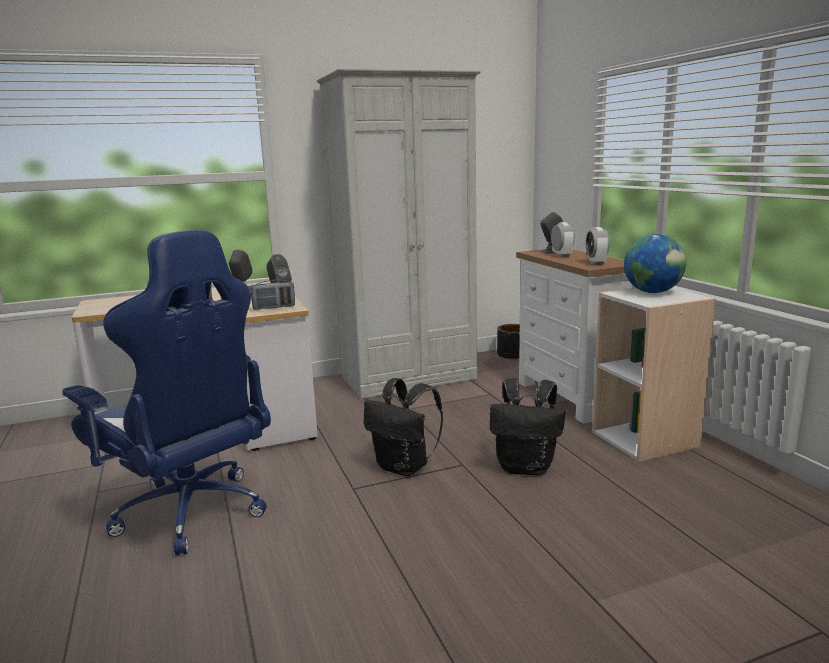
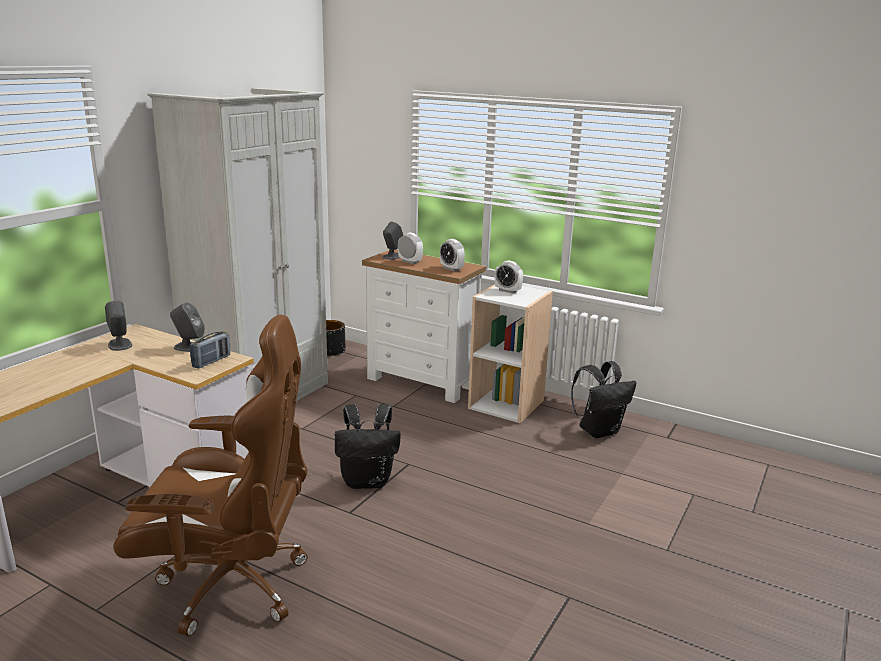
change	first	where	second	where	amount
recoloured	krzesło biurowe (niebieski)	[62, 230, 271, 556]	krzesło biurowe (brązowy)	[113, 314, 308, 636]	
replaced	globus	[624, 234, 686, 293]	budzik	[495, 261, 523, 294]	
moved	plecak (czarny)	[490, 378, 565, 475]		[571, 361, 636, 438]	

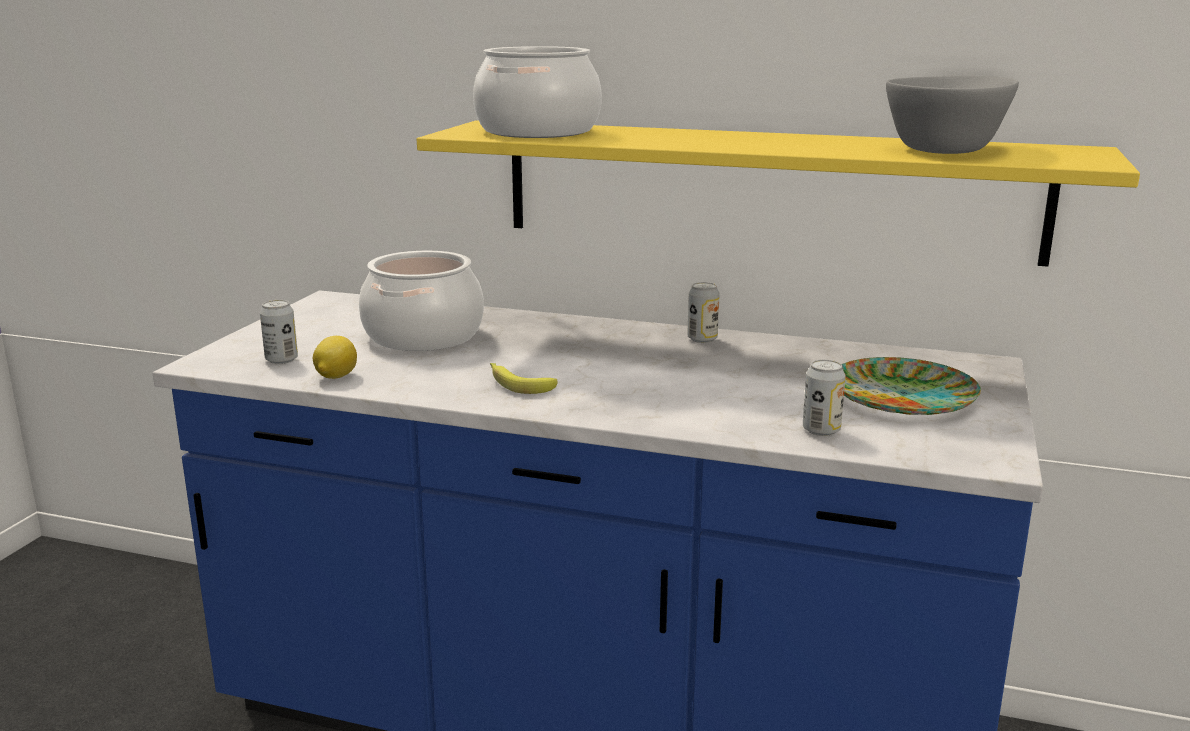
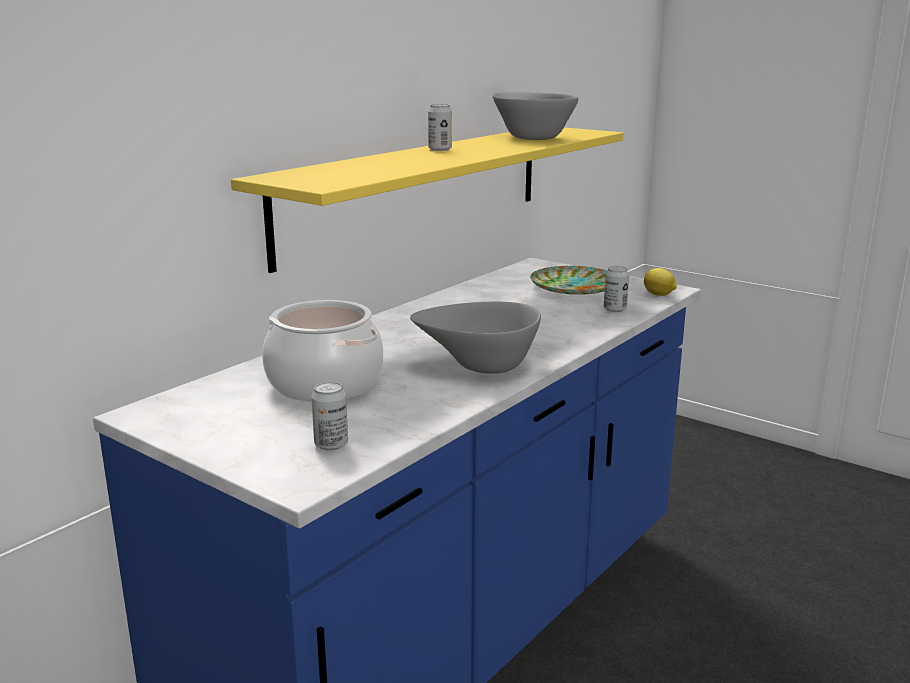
change	first	where	second	where	amount
replaced	banan	[490, 363, 558, 394]	miska (szary)	[410, 302, 541, 374]	
moved	puszka	[688, 282, 720, 343]		[428, 104, 452, 151]	
moved	cytryna	[313, 336, 357, 379]		[644, 268, 677, 296]	
removed	garnek	[473, 46, 602, 138]			

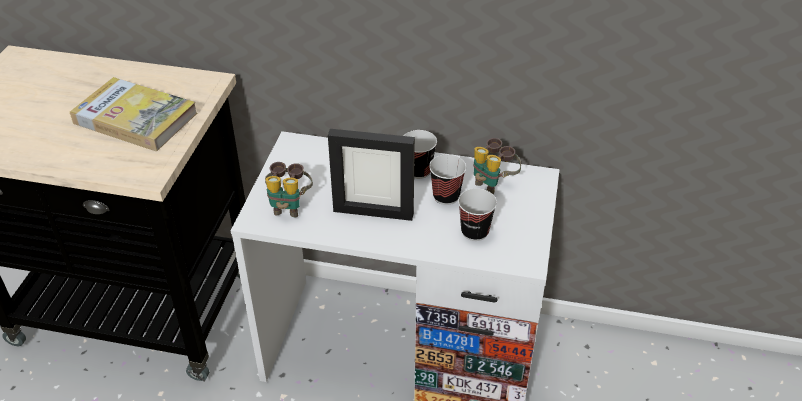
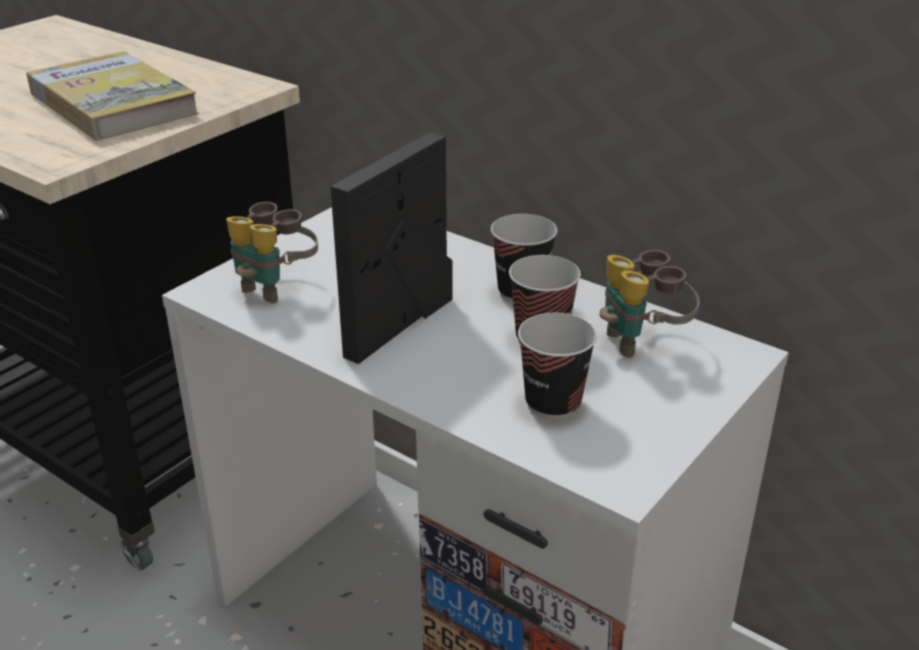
change	first	where	second	where	amount
turned	ramka na zdjęcie	[328, 129, 415, 221]		[331, 132, 453, 364]	90 degrees clockwise

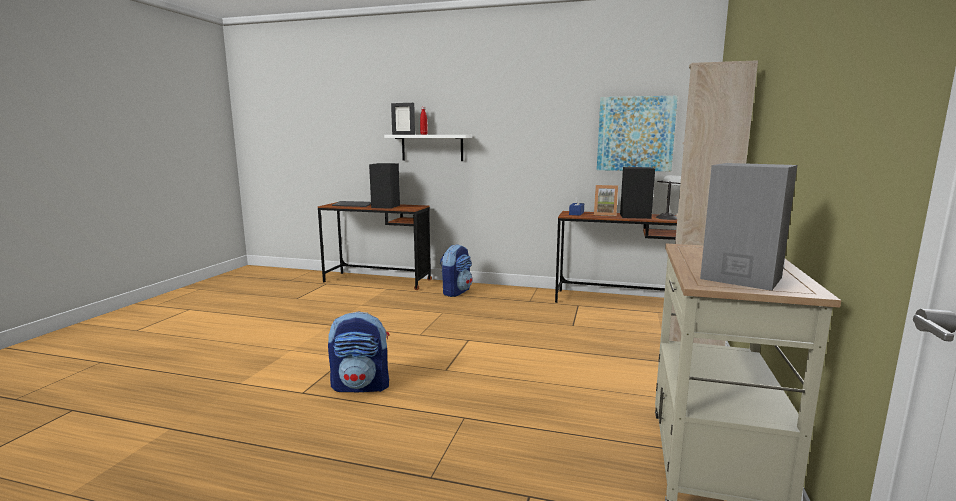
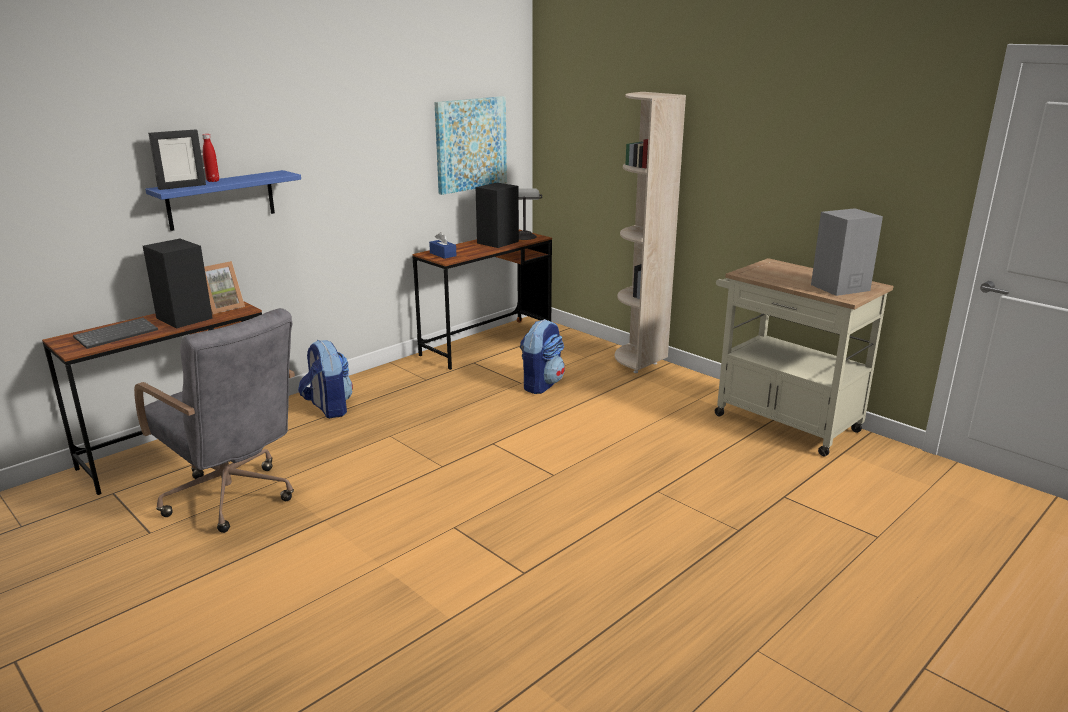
change	first	where	second	where	amount
added			krzesło biurowe (szary)	[134, 308, 295, 533]	
recoloured	półka (biały)	[384, 135, 472, 161]	półka (niebieski)	[145, 170, 301, 231]	
moved	ramka na zdjęcie	[594, 185, 618, 216]		[204, 261, 245, 314]	
moved	plecak	[328, 312, 389, 392]		[520, 319, 565, 394]	

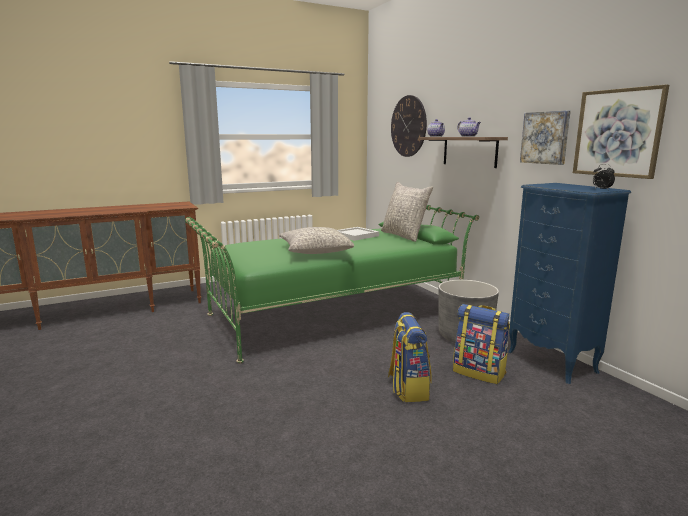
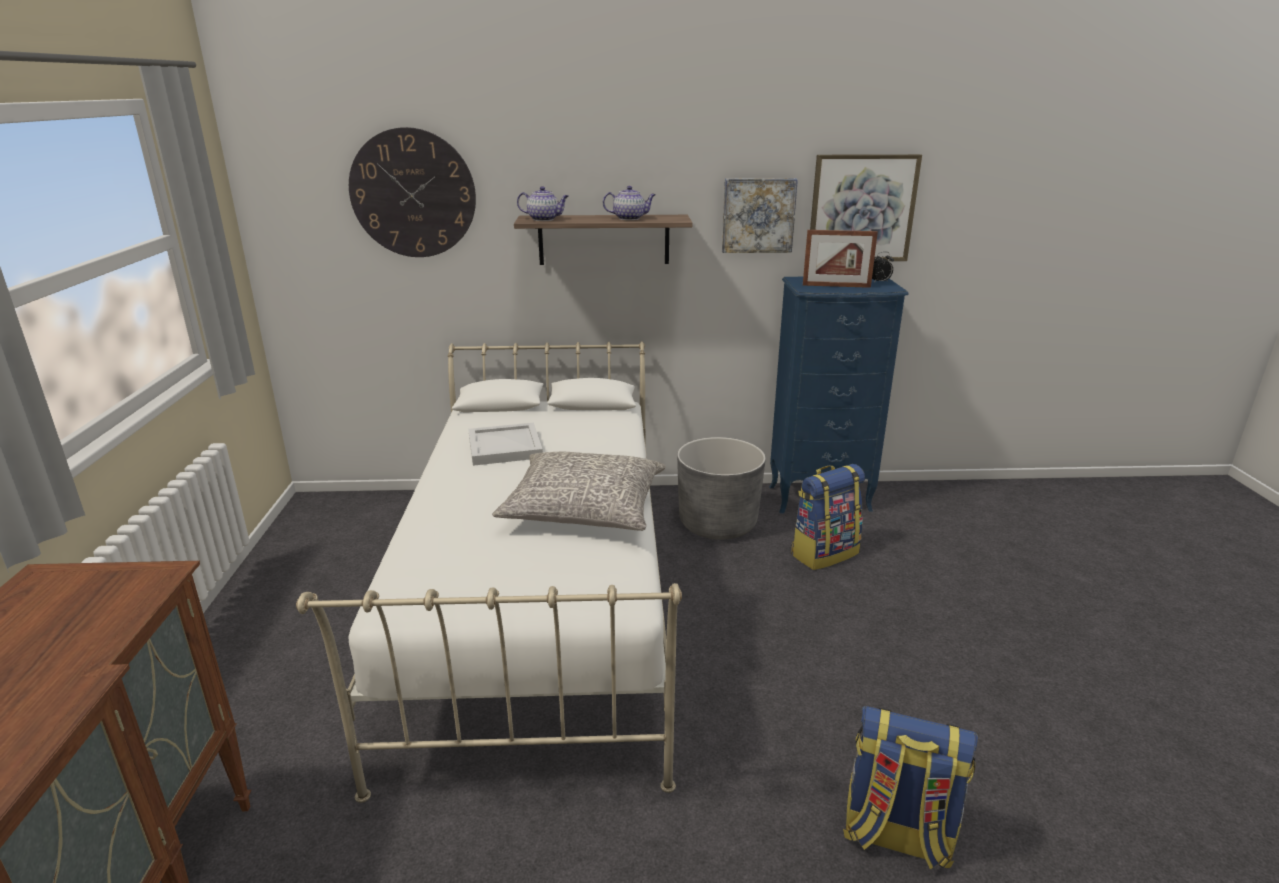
change	first	where	second	where	amount
recoloured	łóżko (zielony)	[185, 205, 479, 363]	łóżko (biały)	[296, 341, 682, 803]	
added			ramka na zdjęcie	[803, 230, 878, 288]	
moved	plecak	[388, 312, 432, 402]		[843, 706, 978, 869]	
removed	poduszka (szary)	[381, 182, 433, 242]			

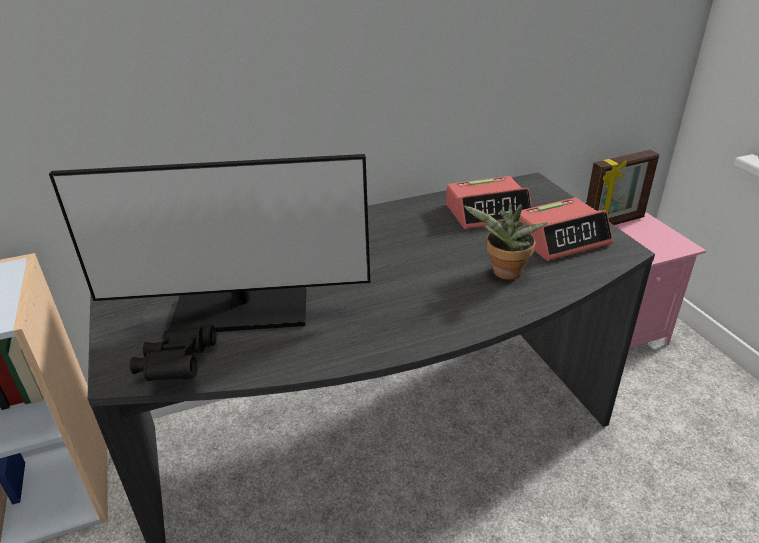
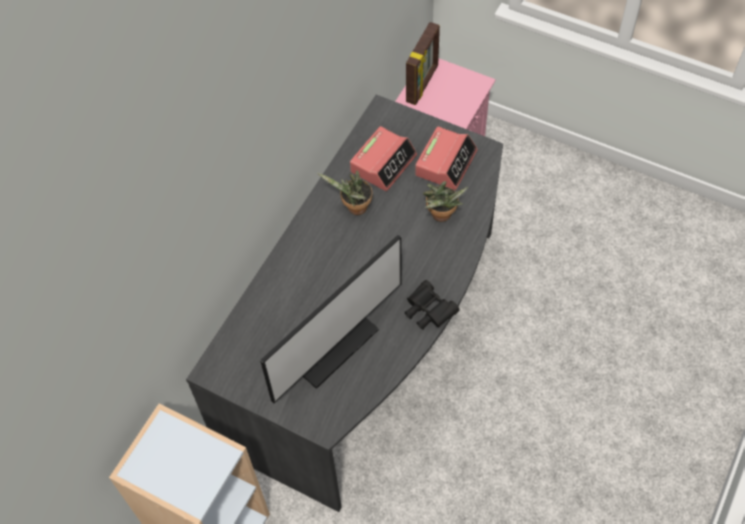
change	first	where	second	where	amount
added			roślina doniczkowa	[317, 170, 372, 215]	
moved	lornetka (czarny)	[130, 324, 217, 381]		[405, 280, 460, 330]	

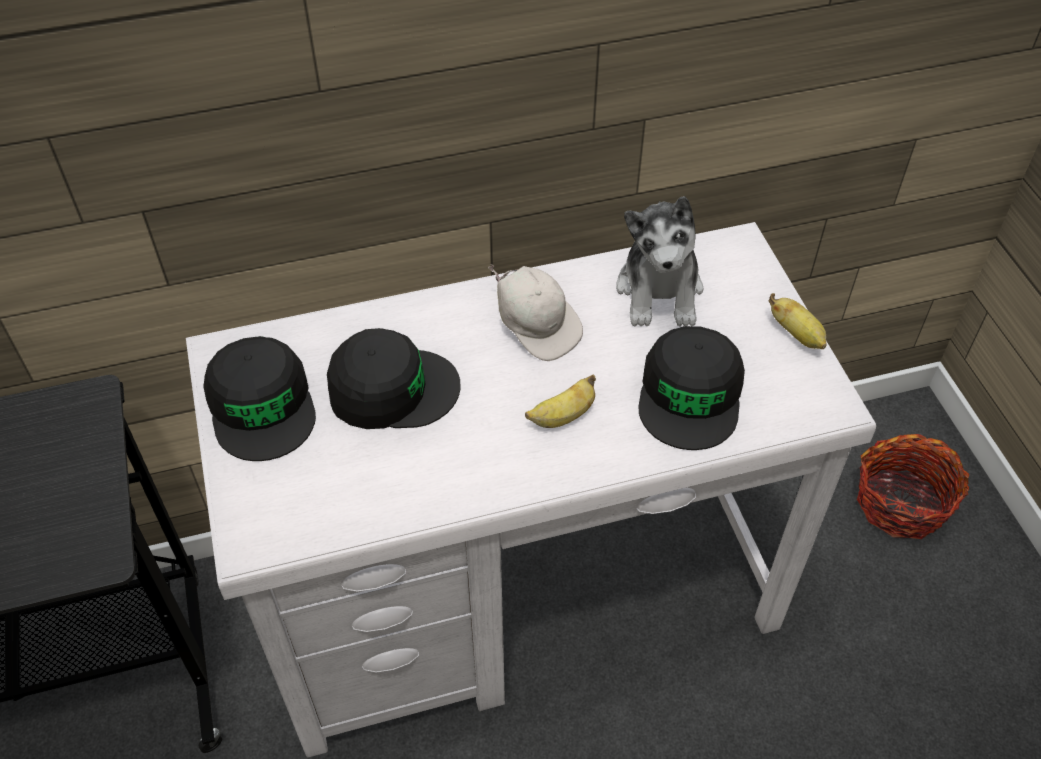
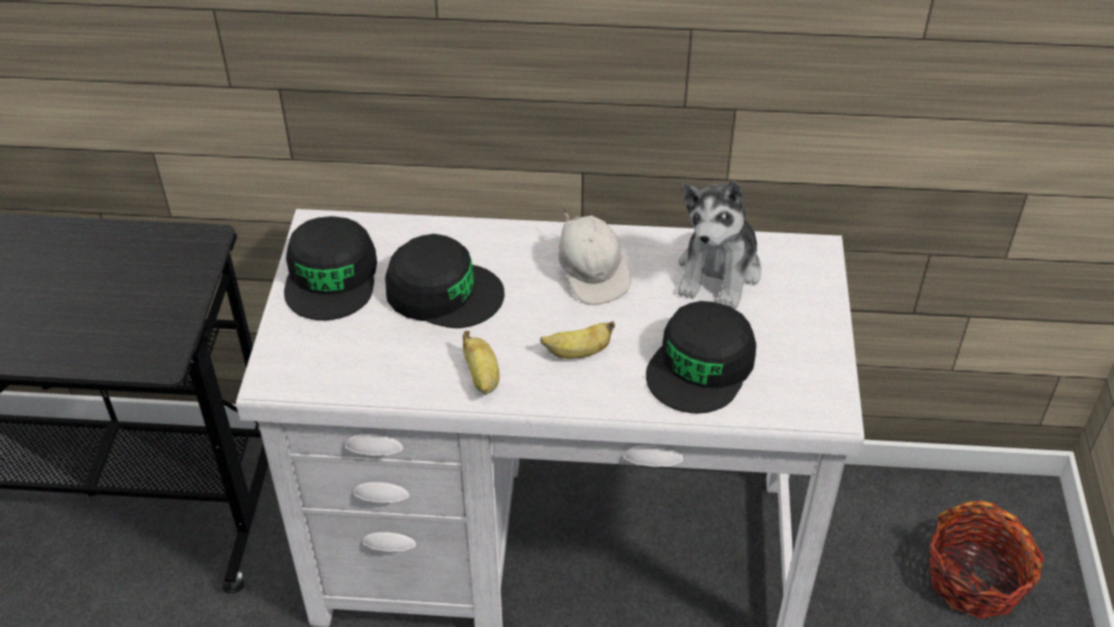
change	first	where	second	where	amount
moved	banan	[769, 293, 827, 349]		[463, 331, 500, 395]	

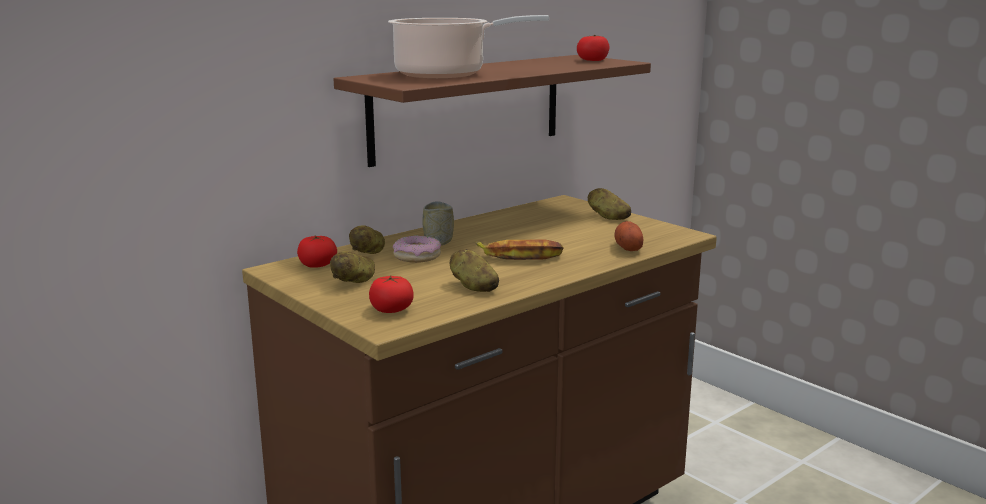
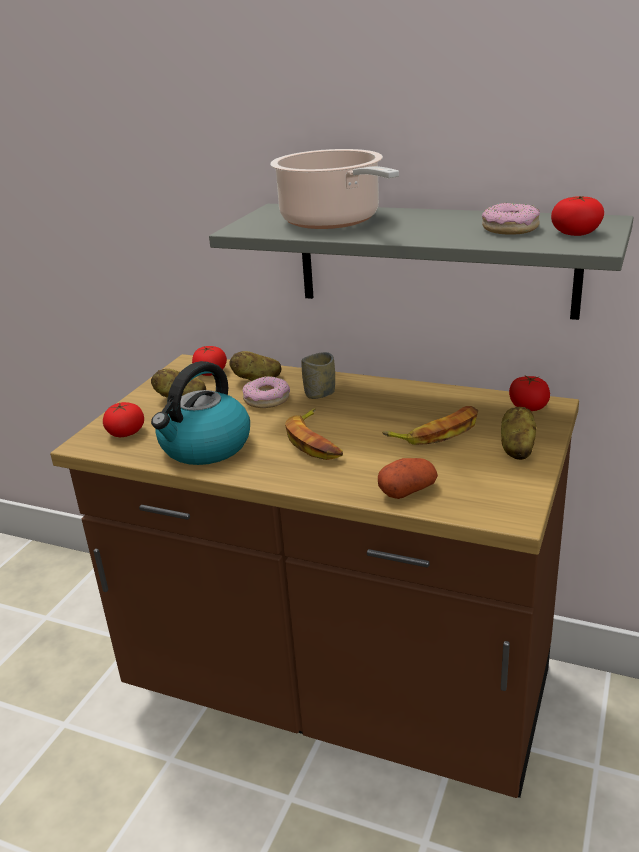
change	first	where	second	where	amount
replaced	ziemniak	[450, 249, 499, 292]	czajnik	[151, 361, 250, 465]	
recoloured	półka (brązowy)	[334, 55, 651, 167]	półka (szary)	[209, 204, 634, 320]	
added			banan	[382, 406, 478, 445]	
added			donut	[482, 203, 540, 235]	
added			pomidor	[509, 376, 550, 411]	

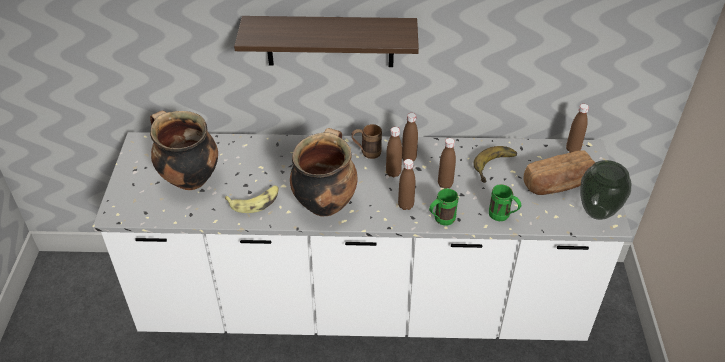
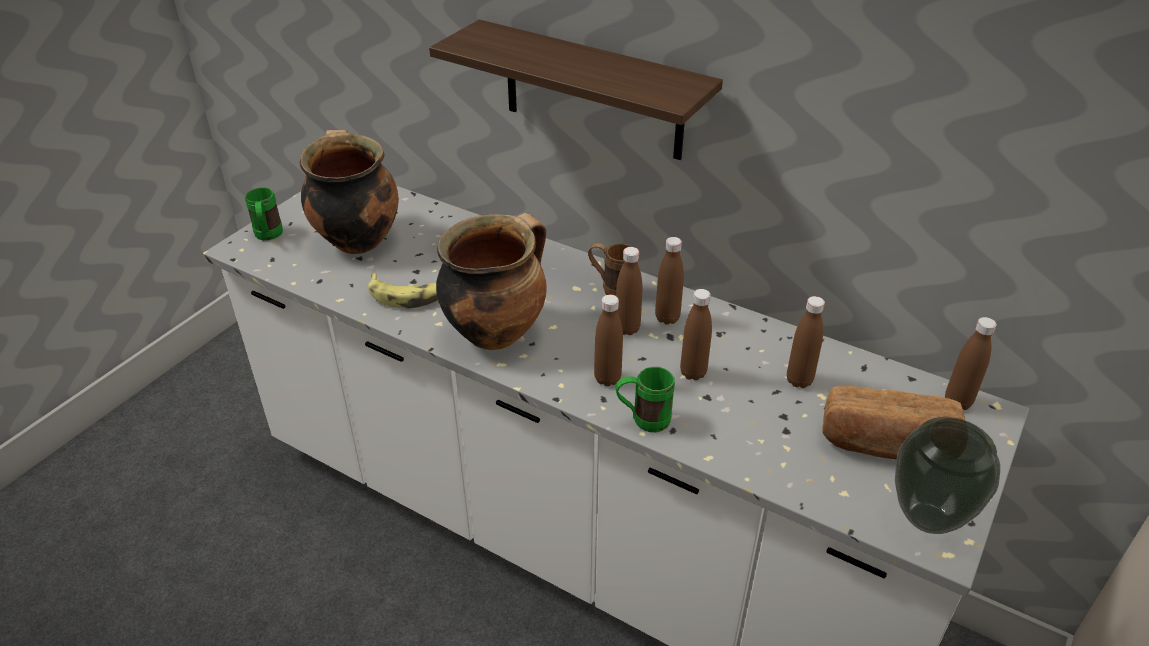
change	first	where	second	where	amount
moved	kubek (zielony)	[489, 184, 521, 221]		[245, 187, 283, 240]	
replaced	banan	[473, 146, 517, 183]	butelka (brązowy)	[787, 296, 825, 388]	

